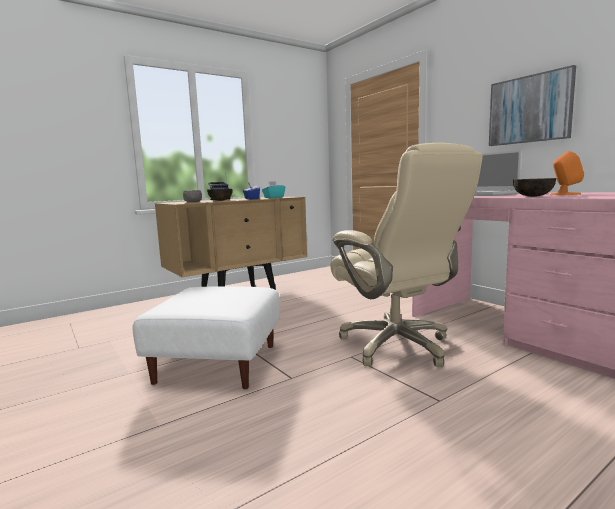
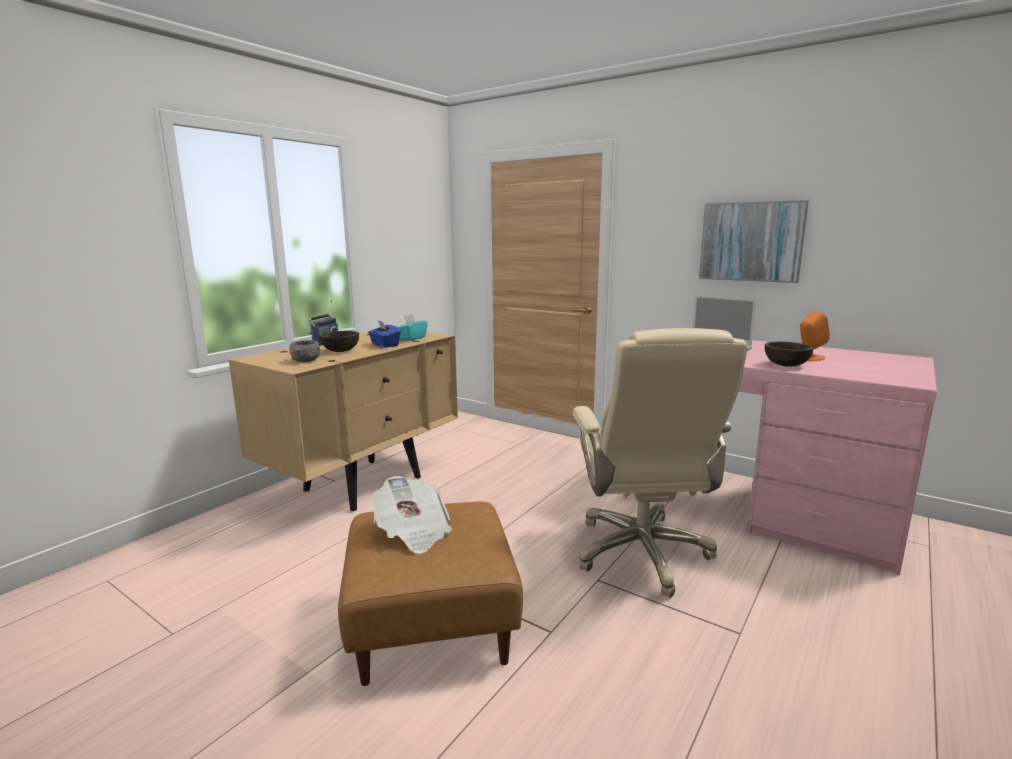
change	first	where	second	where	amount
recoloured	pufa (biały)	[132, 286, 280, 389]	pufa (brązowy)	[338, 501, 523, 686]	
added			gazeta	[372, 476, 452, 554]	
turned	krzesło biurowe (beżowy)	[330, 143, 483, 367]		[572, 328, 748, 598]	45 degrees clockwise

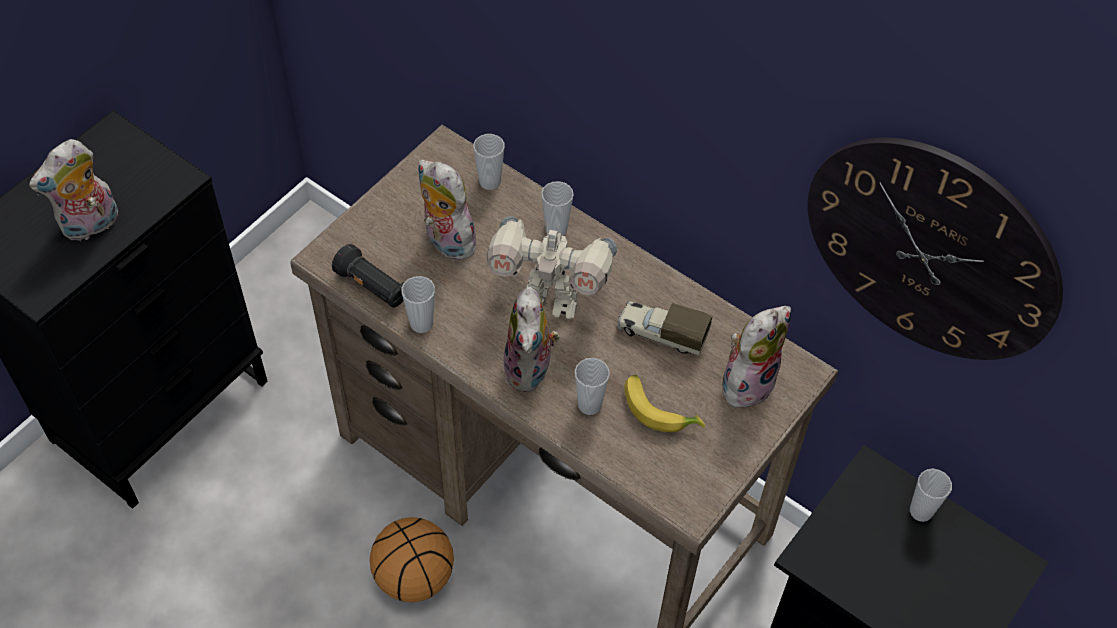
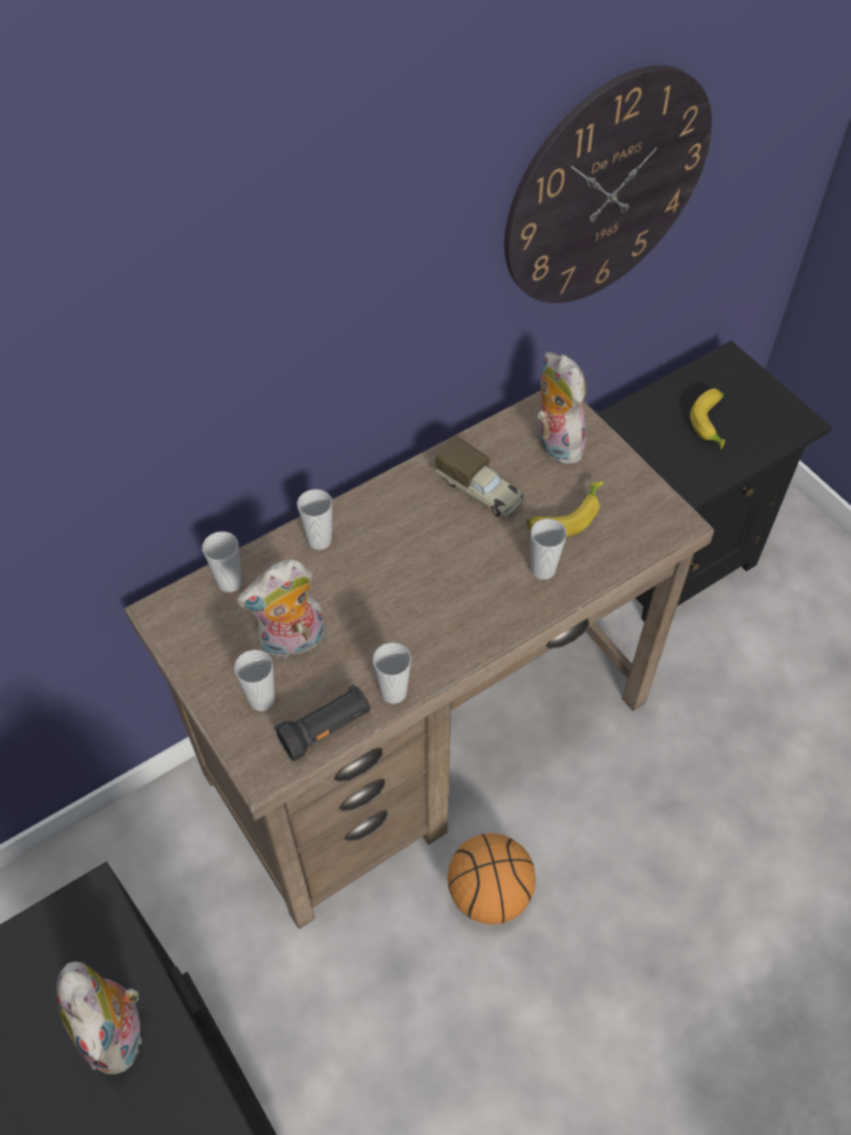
change	first	where	second	where	amount
moved	filiżanka	[910, 469, 952, 522]		[234, 650, 275, 711]	
turned	ciężarówka zabawkowa	[617, 301, 712, 355]		[435, 436, 524, 517]	90 degrees counterclockwise
added			banan	[690, 389, 725, 450]	
removed	robot zabawkowy	[487, 216, 617, 319]			
removed	pluszak	[503, 287, 560, 392]			

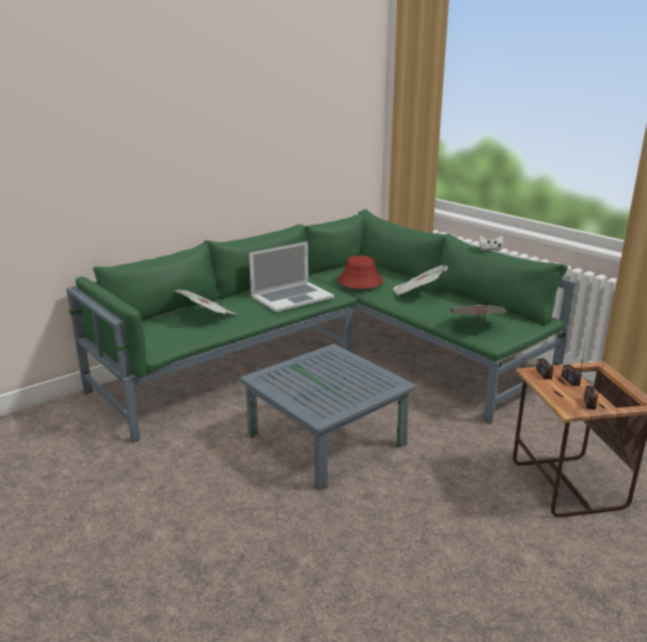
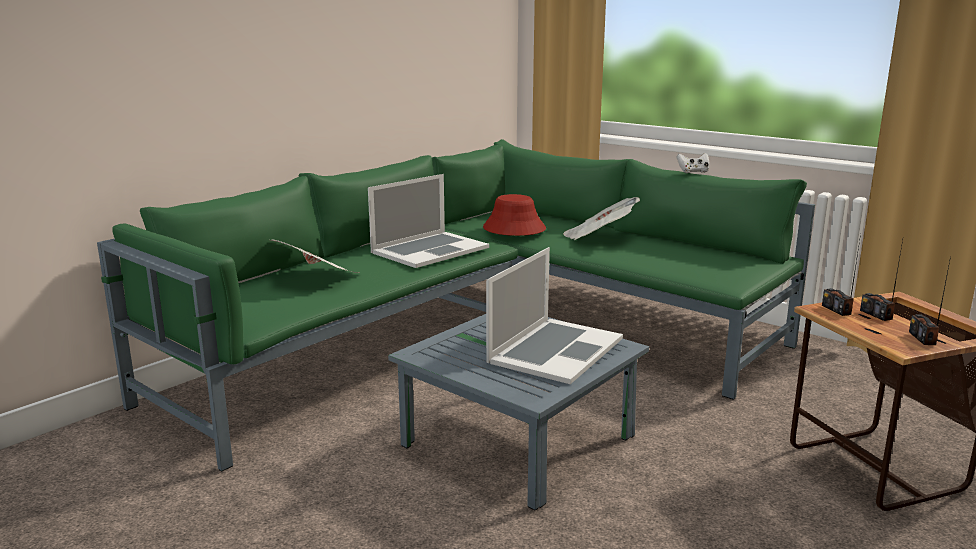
change	first	where	second	where	amount
added			laptop	[486, 247, 623, 384]	
removed	gazeta	[449, 305, 507, 316]			

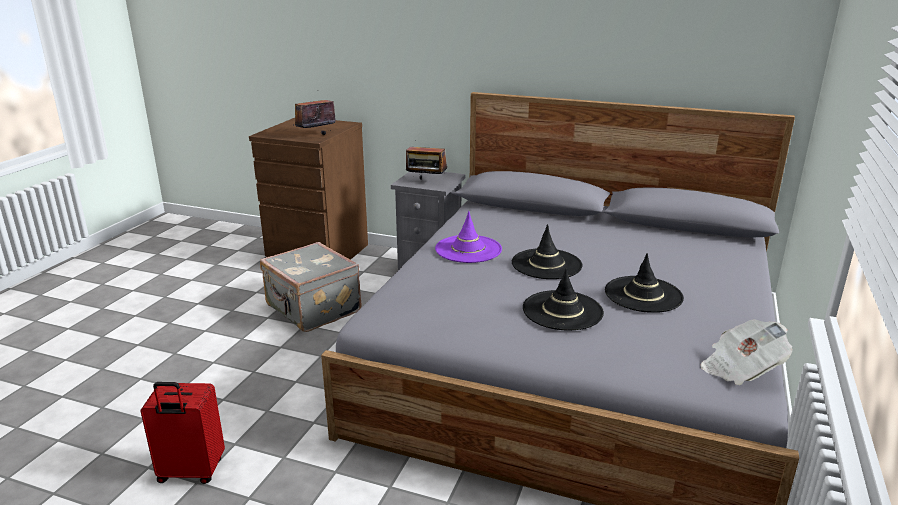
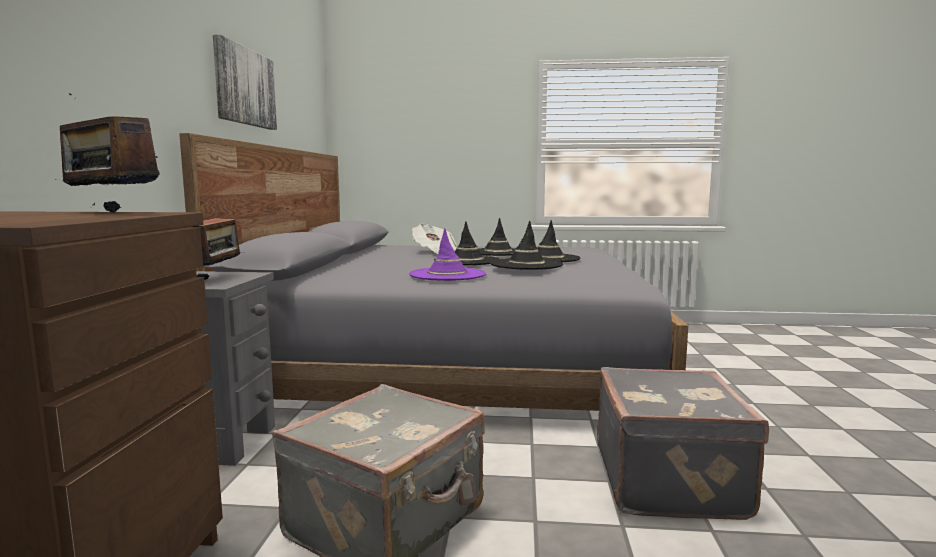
change	first	where	second	where	amount
added			obraz	[213, 34, 277, 130]	
moved	gazeta	[700, 319, 792, 385]		[412, 224, 457, 254]	
added			kapelusz (czarny)	[490, 220, 563, 270]	
added			walizka (szary)	[597, 367, 769, 520]	
removed	walizka (czerwony)	[141, 382, 225, 484]			

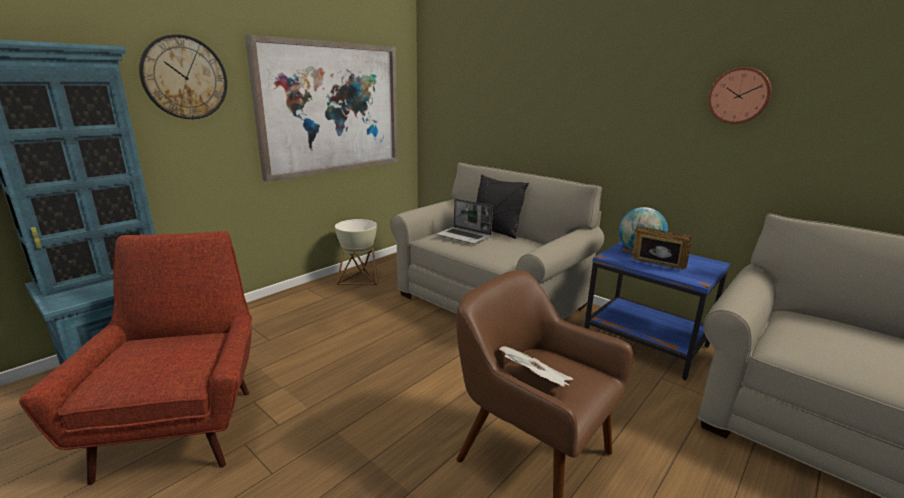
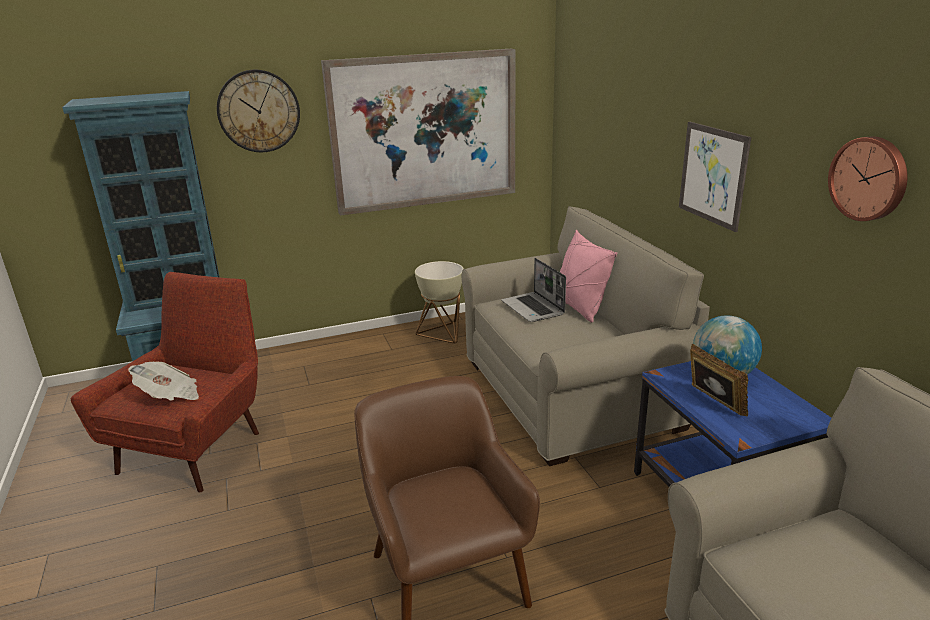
change	first	where	second	where	amount
moved	gazeta	[499, 346, 573, 386]		[128, 362, 199, 401]	
recoloured	poduszka (czarny)	[476, 174, 529, 239]	poduszka (różowy)	[560, 230, 617, 323]	
added			obraz	[679, 122, 751, 232]	

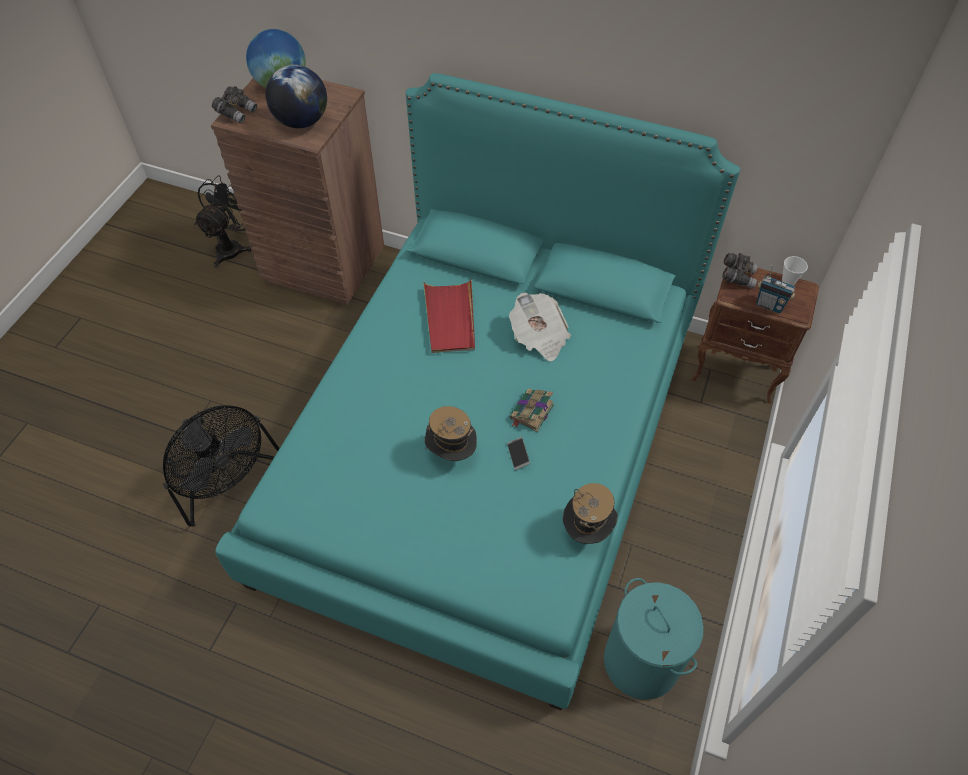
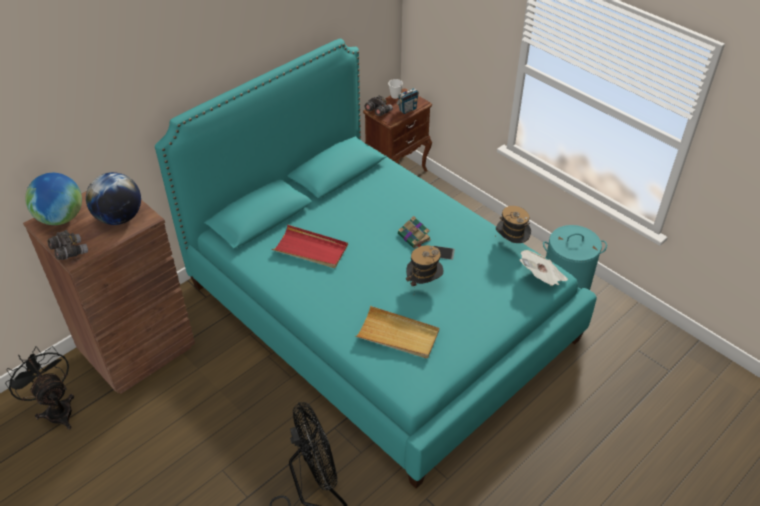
change	first	where	second	where	amount
added			taca (beżowy)	[356, 306, 439, 358]	
moved	gazeta	[509, 292, 571, 361]		[520, 250, 568, 286]	

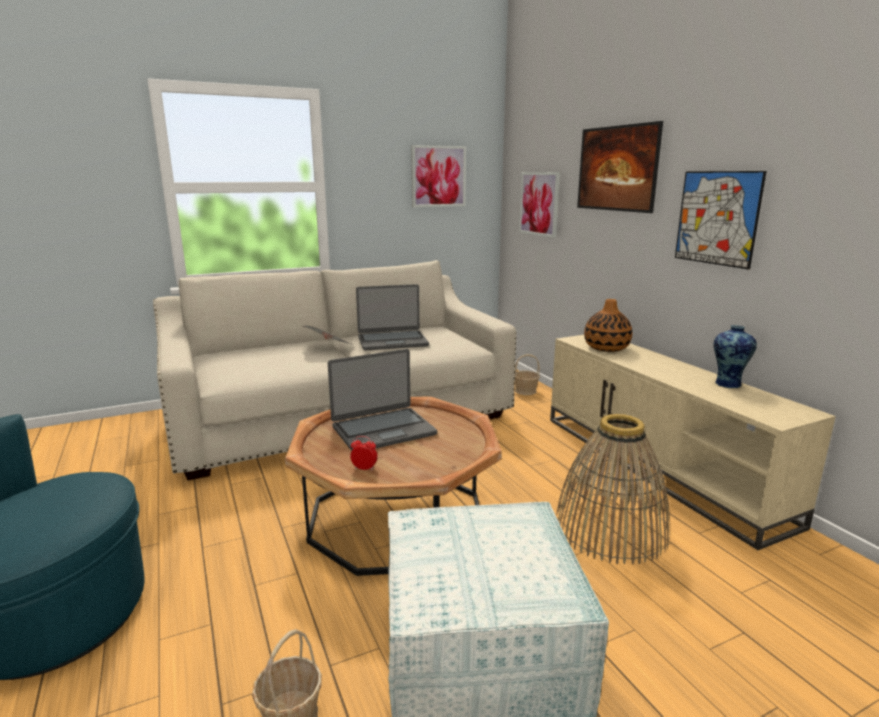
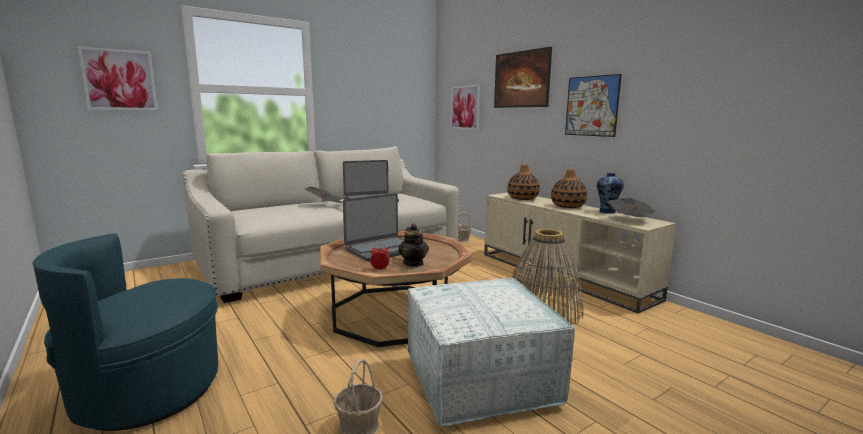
change	first	where	second	where	amount
moved	obraz	[411, 145, 466, 207]		[77, 46, 158, 111]	
added			imbryk	[398, 224, 429, 267]	
added			wazon	[551, 169, 587, 208]	
added			gazeta	[607, 198, 655, 217]	

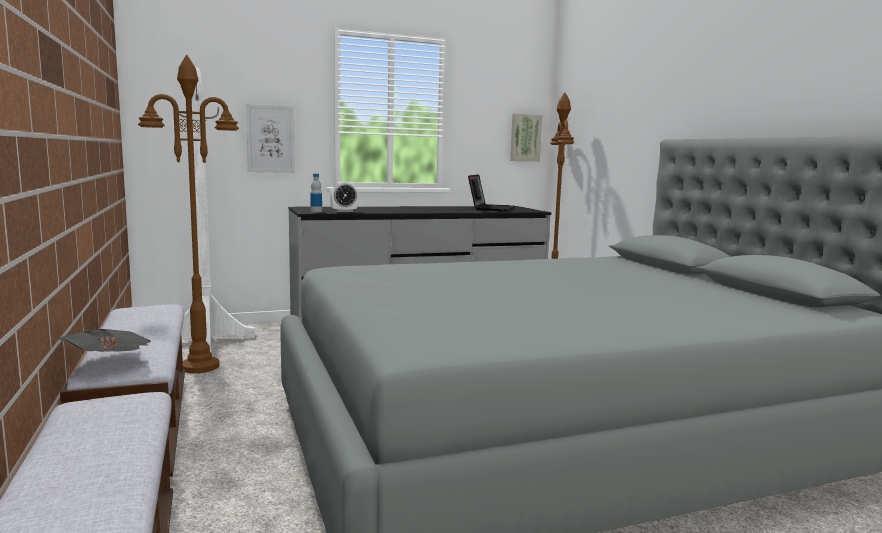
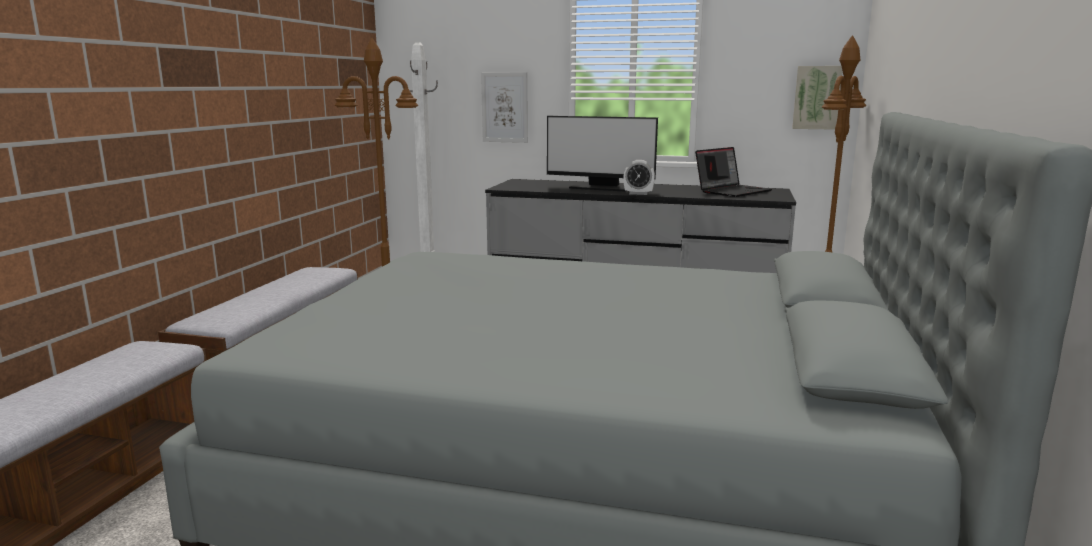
change	first	where	second	where	amount
added			monitor	[547, 116, 658, 192]	
moved	budzik	[330, 181, 358, 212]		[624, 160, 655, 195]	
removed	gazeta	[58, 329, 151, 352]			
removed	butelka	[310, 174, 322, 212]			

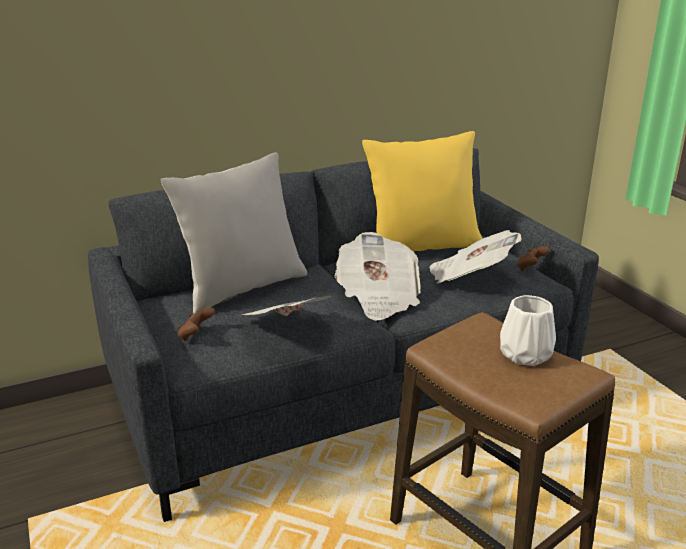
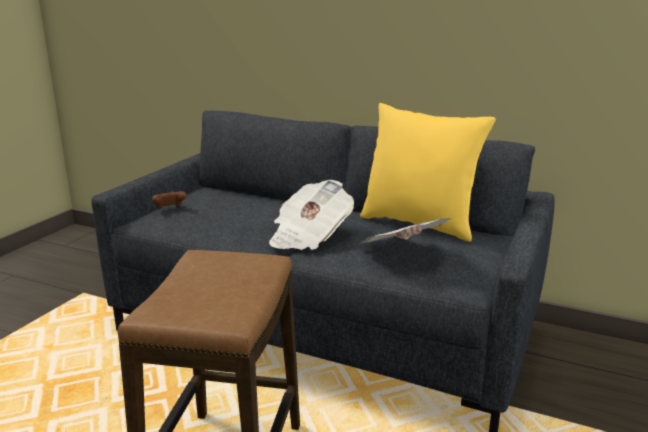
change	first	where	second	where	amount
removed	poduszka (szary)	[161, 152, 307, 314]			
removed	gazeta	[239, 296, 331, 317]			
removed	wazon (biały)	[500, 295, 556, 366]			
removed	pad do gier (brązowy)	[517, 246, 549, 271]			

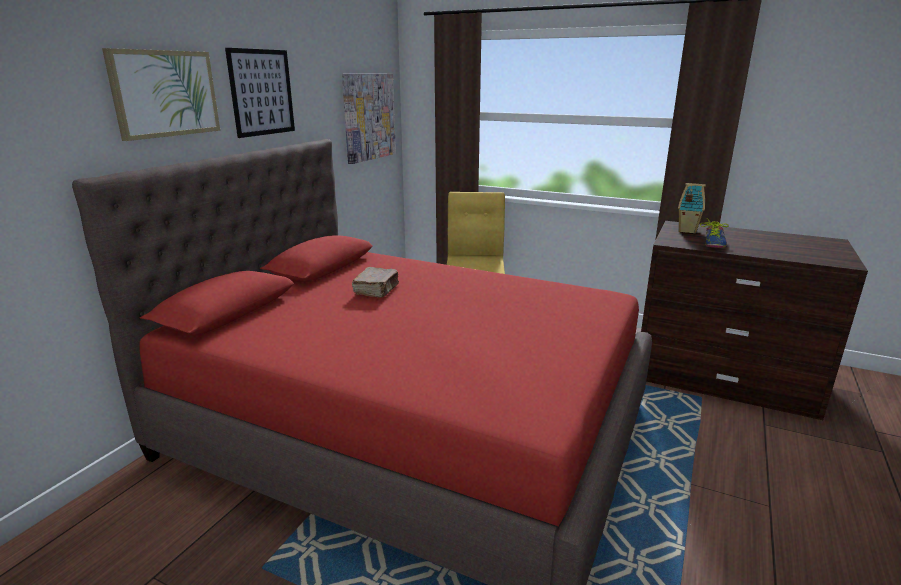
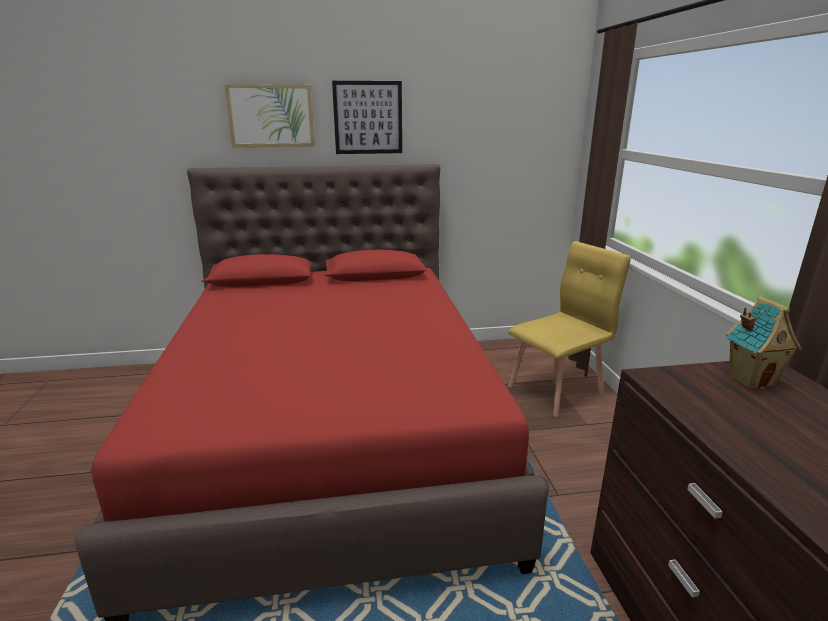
change	first	where	second	where	amount
removed	obraz	[342, 73, 396, 164]			
removed	książka (brązowy)	[352, 267, 399, 298]			
removed	but	[700, 219, 729, 248]			

